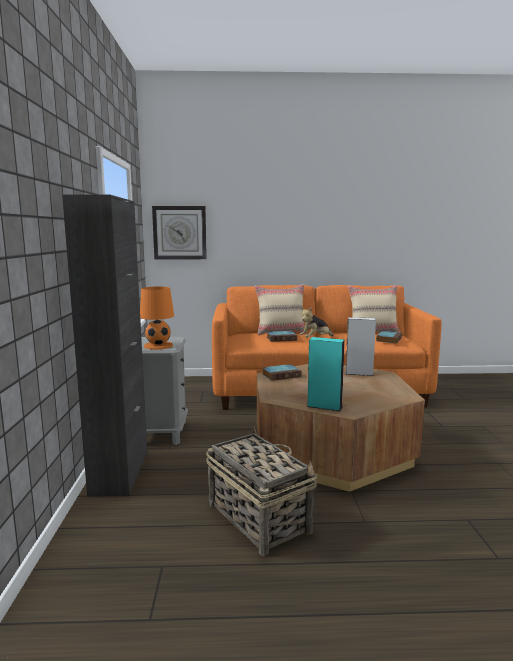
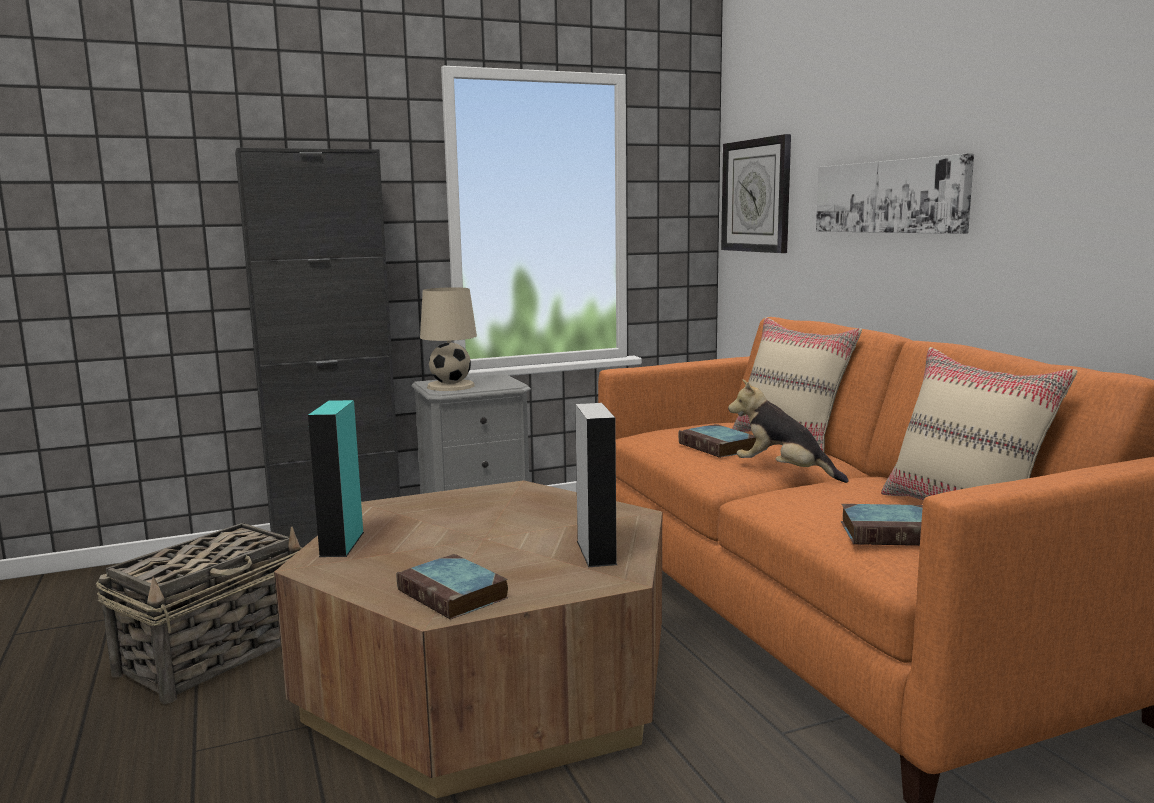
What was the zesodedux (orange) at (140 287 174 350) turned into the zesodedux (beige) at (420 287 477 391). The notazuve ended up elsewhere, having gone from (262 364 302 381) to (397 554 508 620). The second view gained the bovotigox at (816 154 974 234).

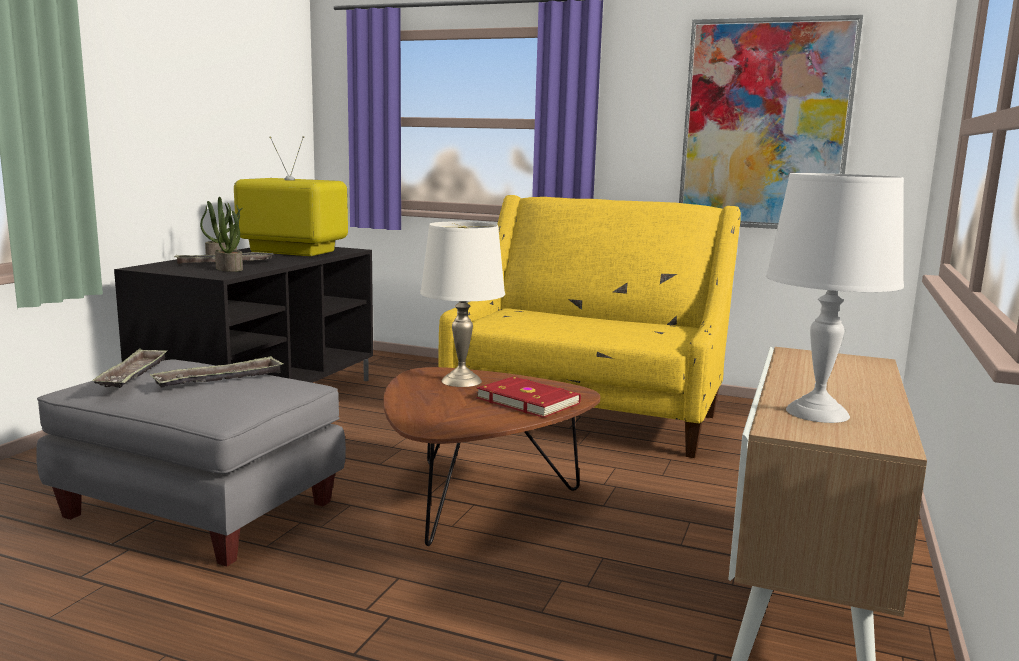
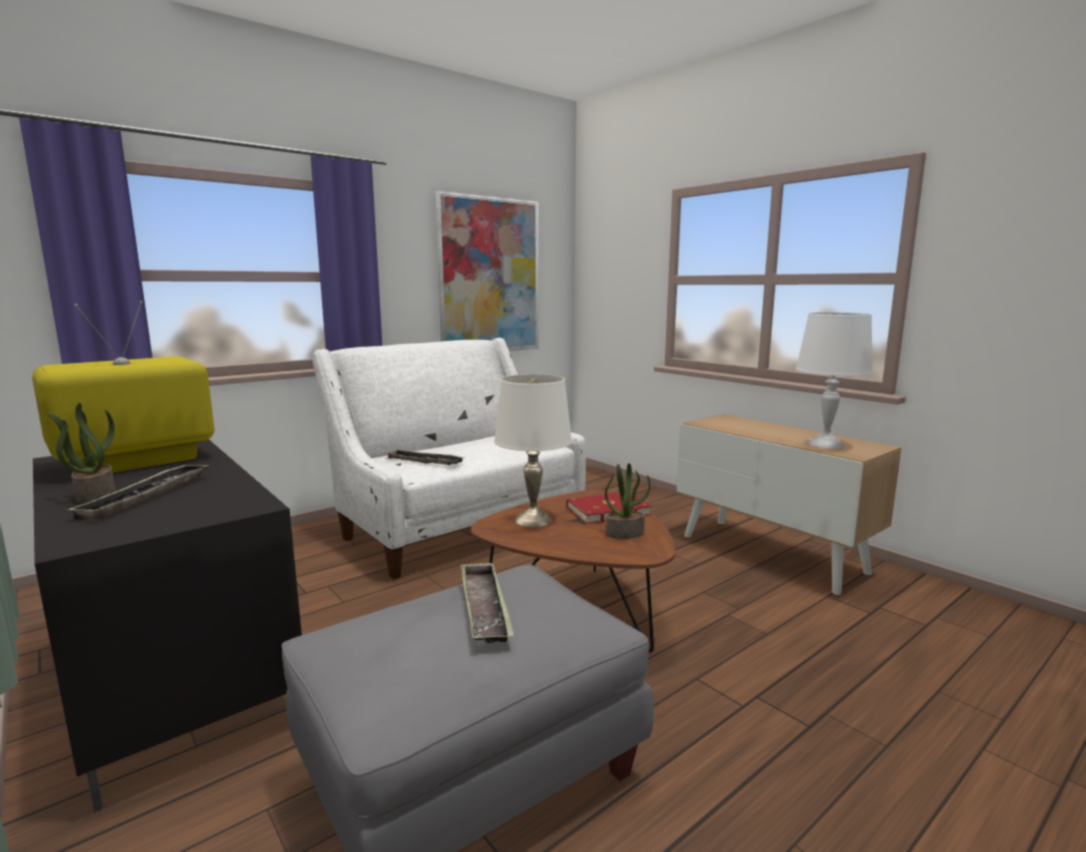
The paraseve ended up elsewhere, having gone from (92 349 168 388) to (385 449 465 465). The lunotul ended up elsewhere, having gone from (215 203 243 272) to (605 463 651 539). What was the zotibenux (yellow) at (439 195 741 458) turned into the zotibenux (white) at (312 338 586 580).

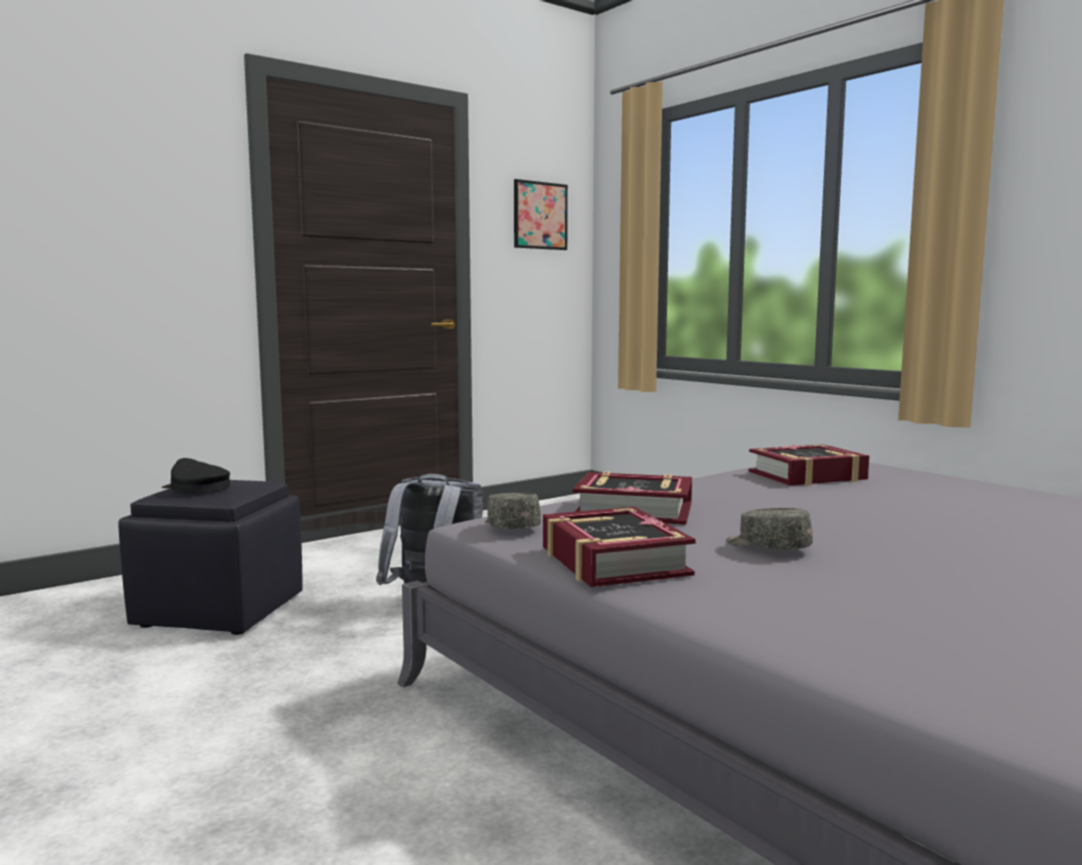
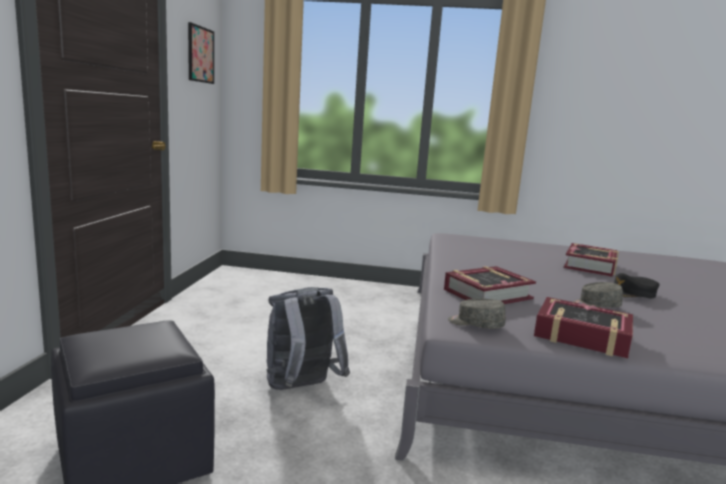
The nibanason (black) ended up elsewhere, having gone from (162 458 230 493) to (614 273 660 299). The notazuve ended up elsewhere, having gone from (748 444 869 486) to (564 243 619 277).

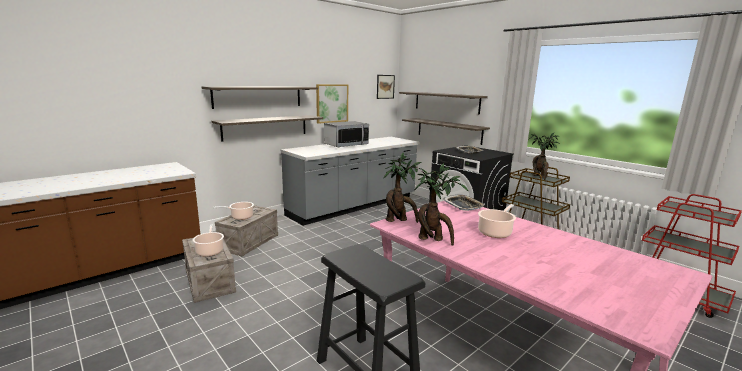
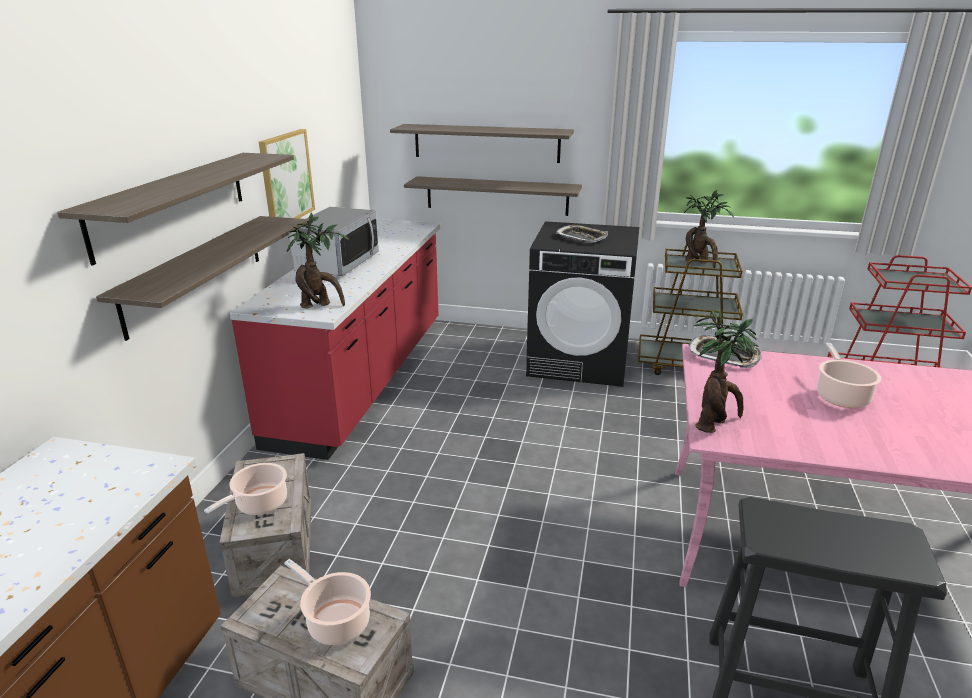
What was the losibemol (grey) at (281 137 420 226) turned into the losibemol (red) at (230 219 441 460). The second view lost the bovotigox at (377 75 395 99). The lunotul ended up elsewhere, having gone from (415 163 469 246) to (287 212 350 308).

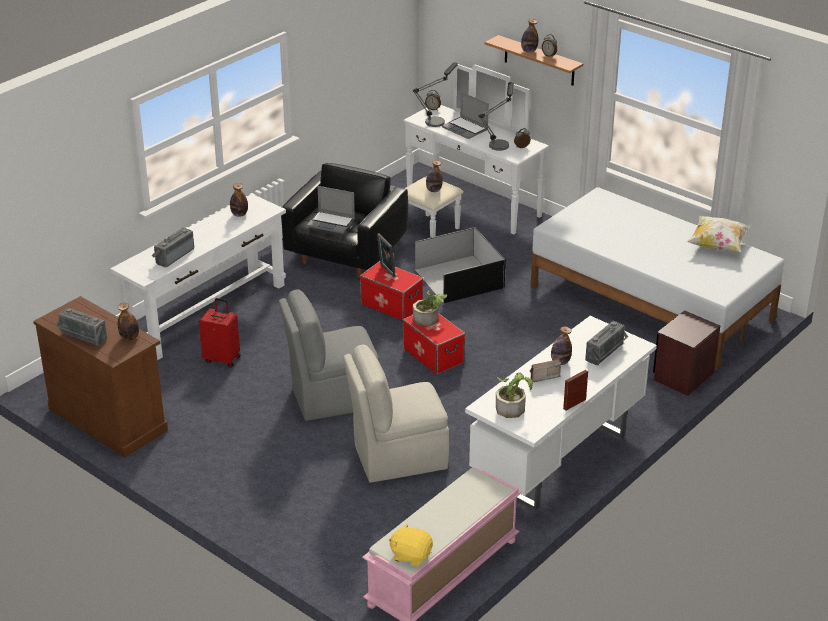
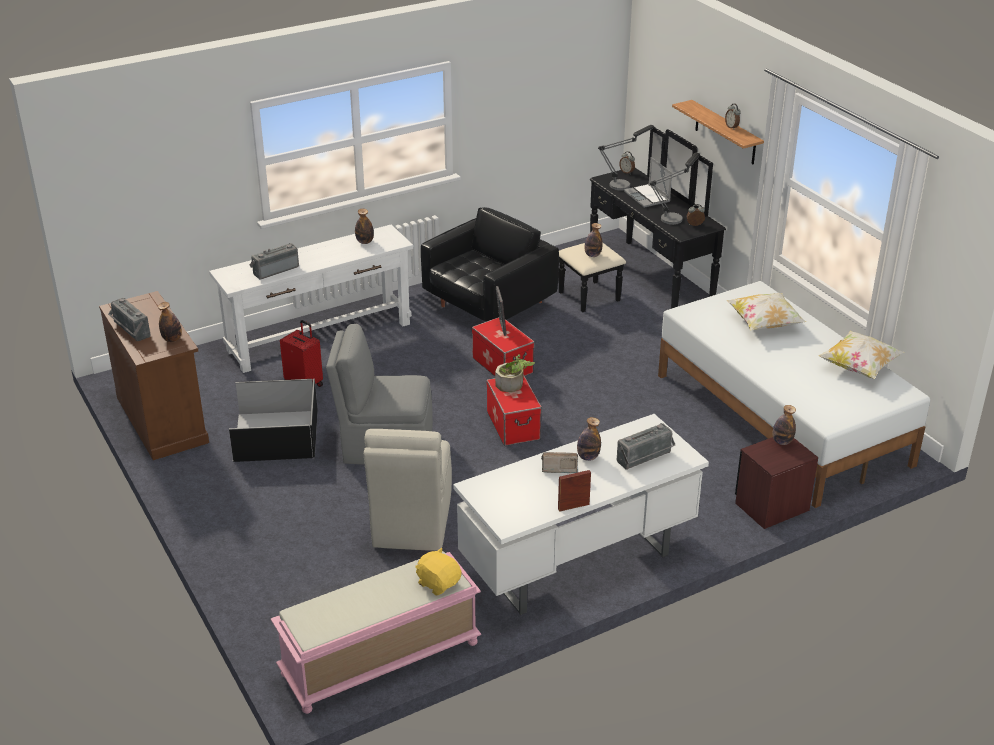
The second view lost the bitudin at (307 186 355 234). The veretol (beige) at (343 344 449 483) ended up facing another way, 90 degrees counterclockwise from before. The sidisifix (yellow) ended up elsewhere, having gone from (389 523 433 567) to (415 548 461 596). What was the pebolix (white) at (404 64 549 238) turned into the pebolix (black) at (558 127 726 312). The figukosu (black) ended up elsewhere, having gone from (415 227 506 303) to (229 379 318 462). The second view lost the lunotul at (496 372 533 418). The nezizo ended up elsewhere, having gone from (521 19 538 53) to (773 405 796 445). The second view gained the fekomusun at (727 293 806 330).

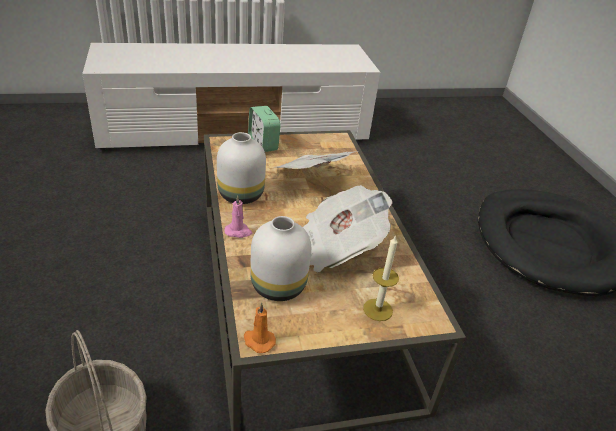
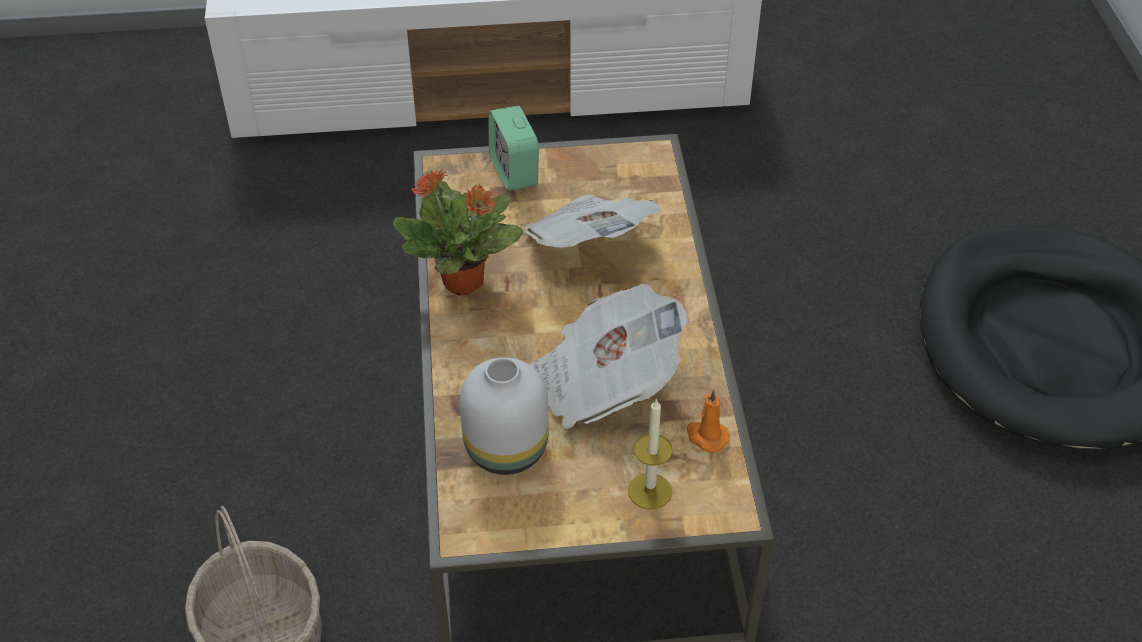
Where the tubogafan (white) stood at (217 132 266 204), the lunotul came to stand at (393 169 523 295). The second view lost the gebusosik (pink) at (224 195 252 238). The gebusosik (orange) ended up elsewhere, having gone from (244 302 276 353) to (687 389 730 452).

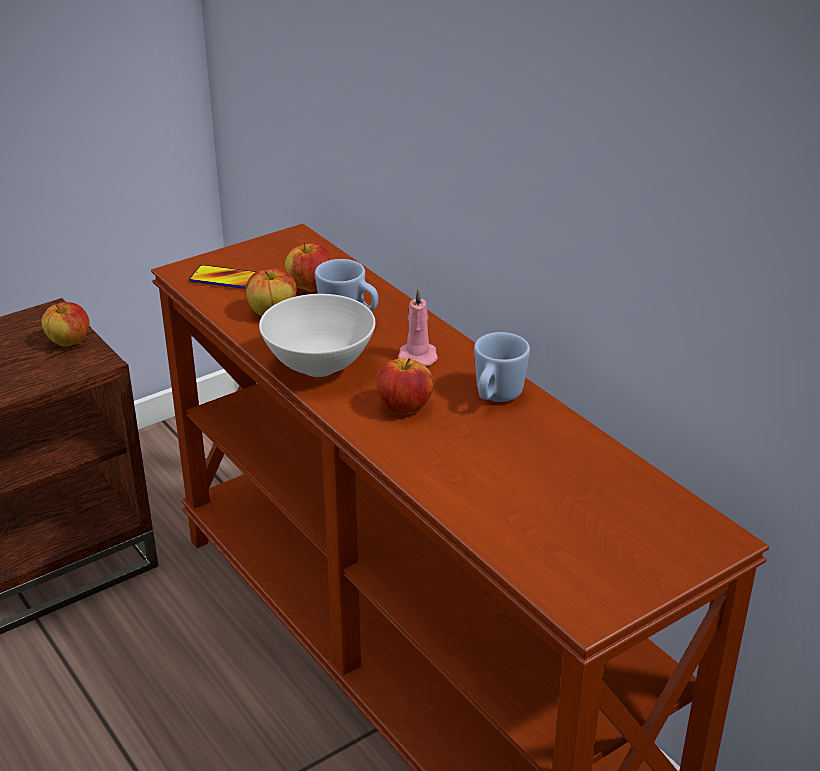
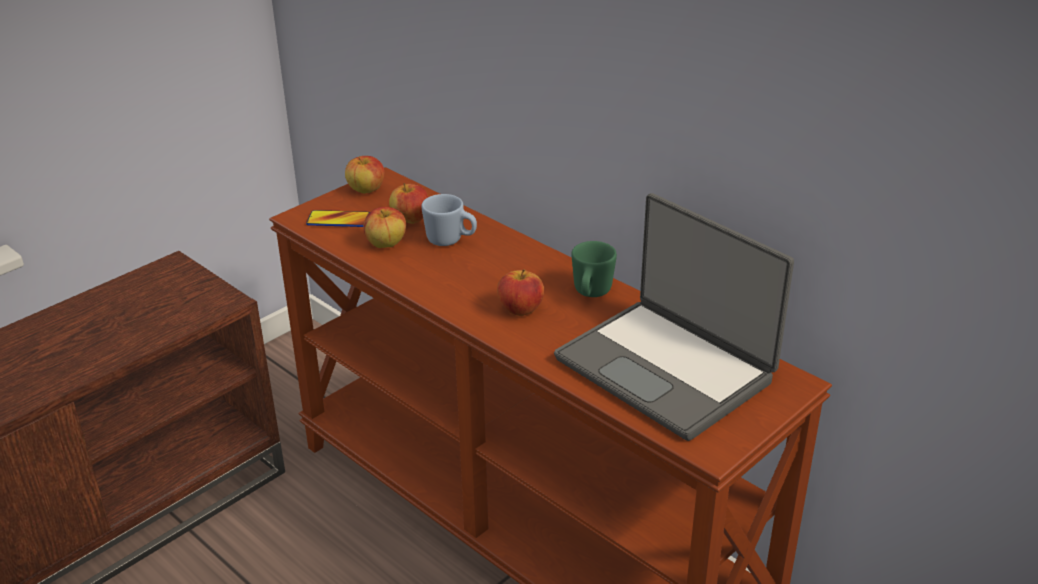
The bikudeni ended up elsewhere, having gone from (41 302 89 347) to (345 156 385 194). The second view lost the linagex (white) at (259 294 375 377). The second view lost the gebusosik (pink) at (398 288 438 366). What was the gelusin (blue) at (474 332 530 402) turned into the gelusin (green) at (571 241 617 297). The second view gained the bitudin at (554 193 794 441).

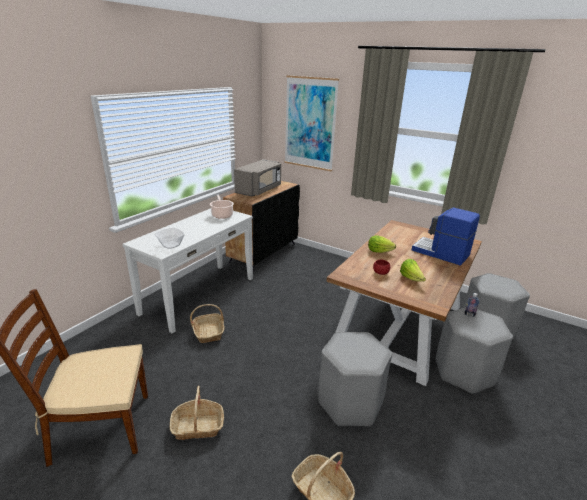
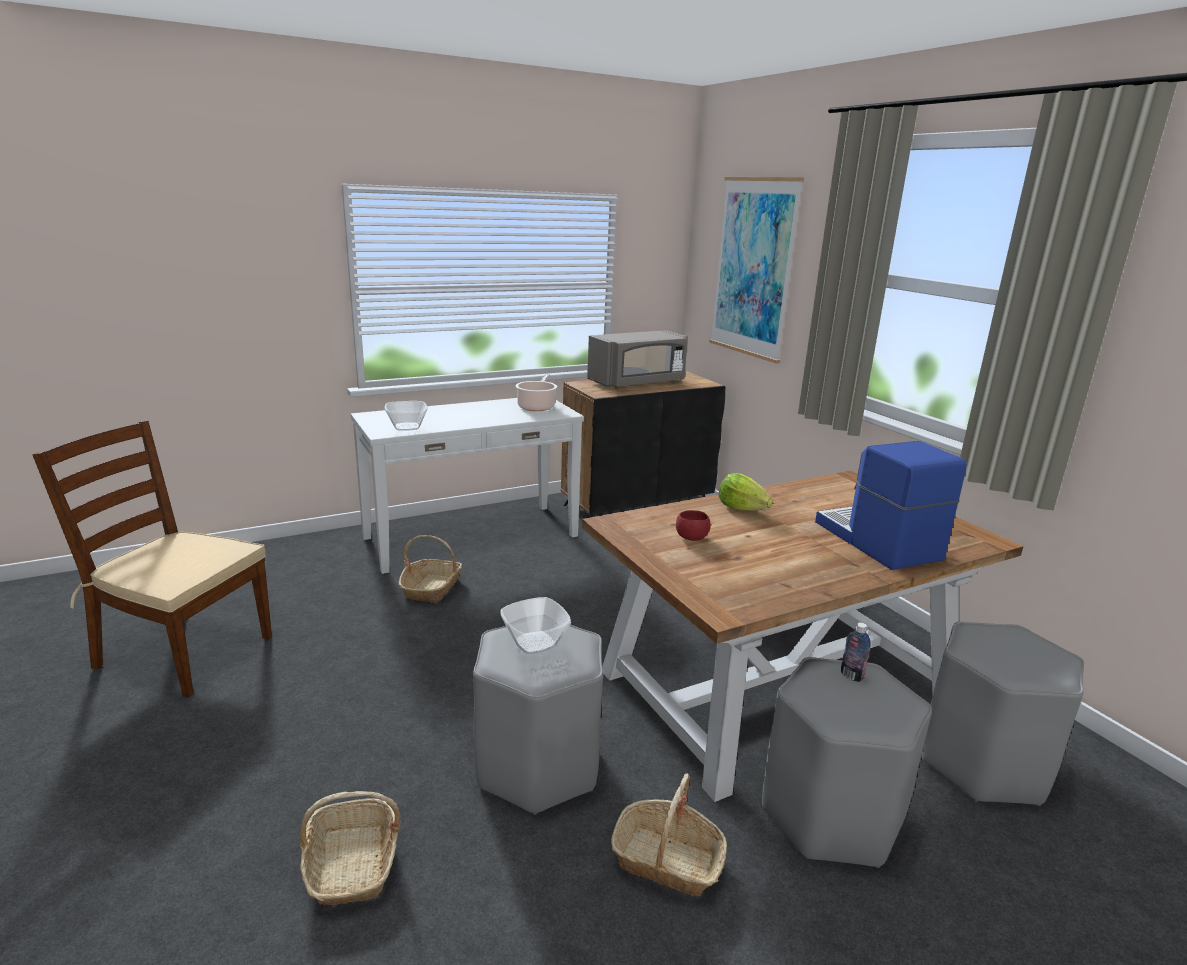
The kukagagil ended up elsewhere, having gone from (170 386 224 440) to (611 774 727 896). The second view lost the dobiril at (400 259 426 282). The second view gained the linagex at (500 597 571 654).

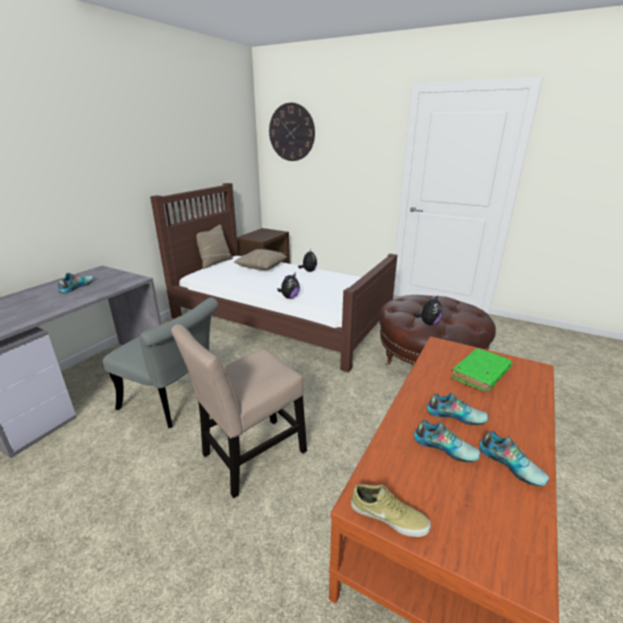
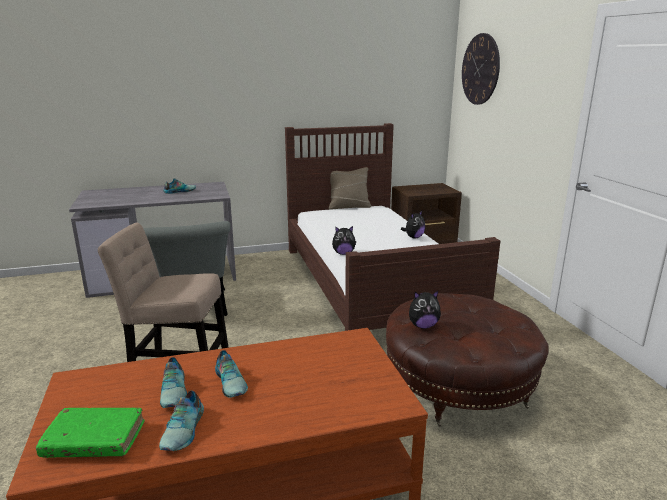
The second view lost the fekomusun (beige) at (233 249 287 270). The second view lost the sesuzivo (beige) at (351 484 431 537). The notazuve (green) ended up elsewhere, having gone from (452 348 512 392) to (36 408 144 458).

